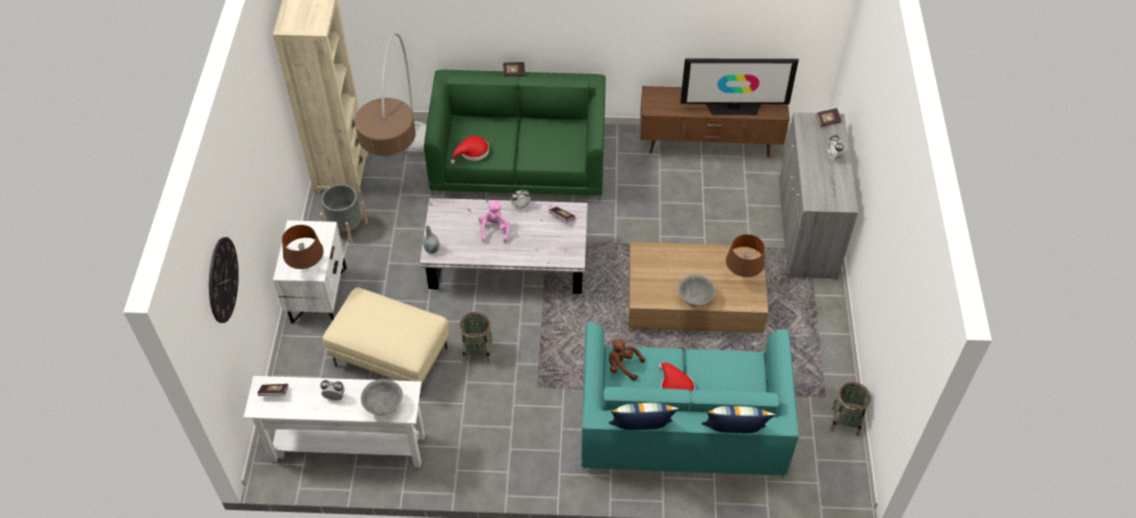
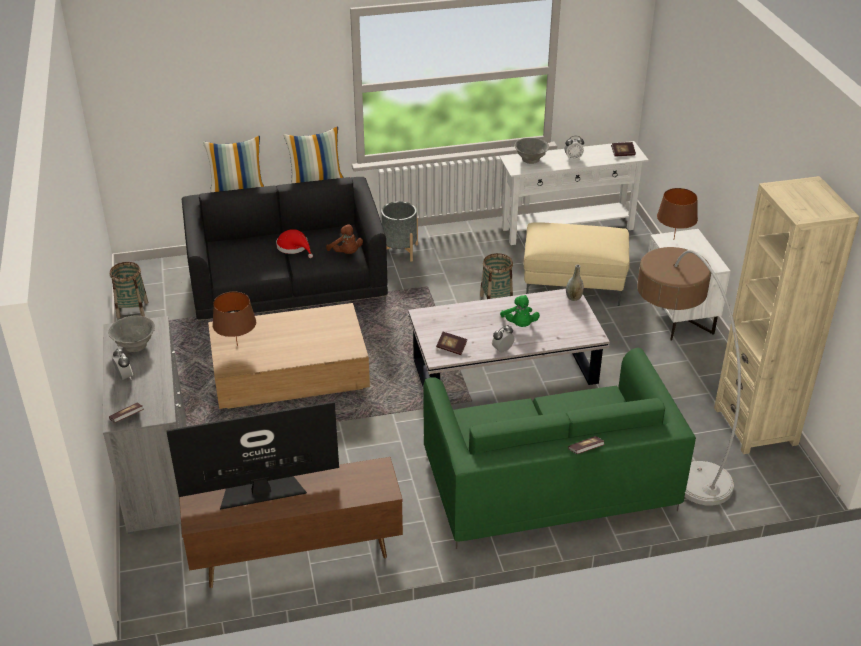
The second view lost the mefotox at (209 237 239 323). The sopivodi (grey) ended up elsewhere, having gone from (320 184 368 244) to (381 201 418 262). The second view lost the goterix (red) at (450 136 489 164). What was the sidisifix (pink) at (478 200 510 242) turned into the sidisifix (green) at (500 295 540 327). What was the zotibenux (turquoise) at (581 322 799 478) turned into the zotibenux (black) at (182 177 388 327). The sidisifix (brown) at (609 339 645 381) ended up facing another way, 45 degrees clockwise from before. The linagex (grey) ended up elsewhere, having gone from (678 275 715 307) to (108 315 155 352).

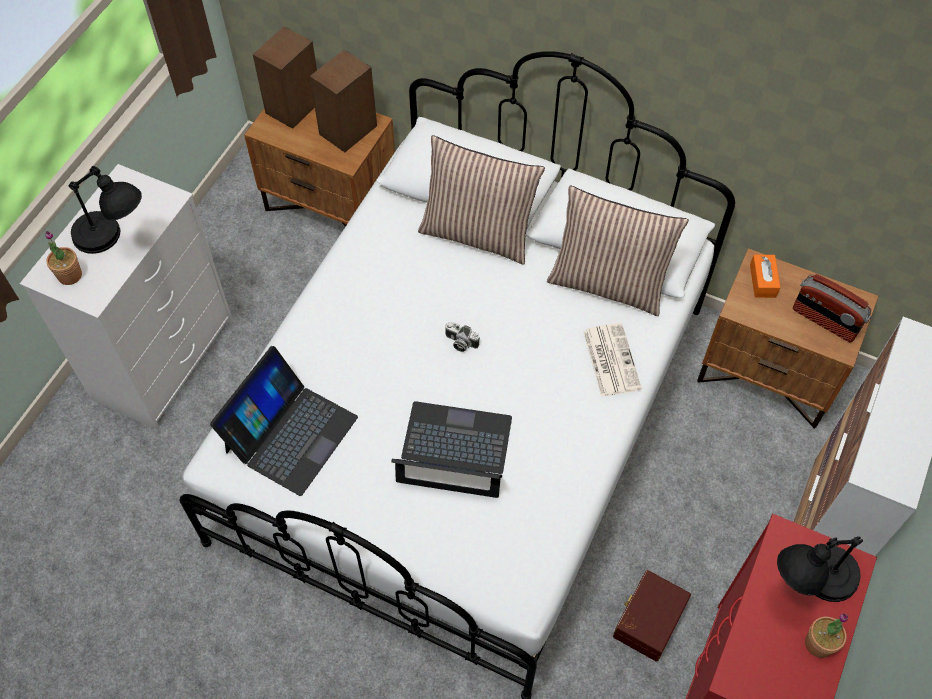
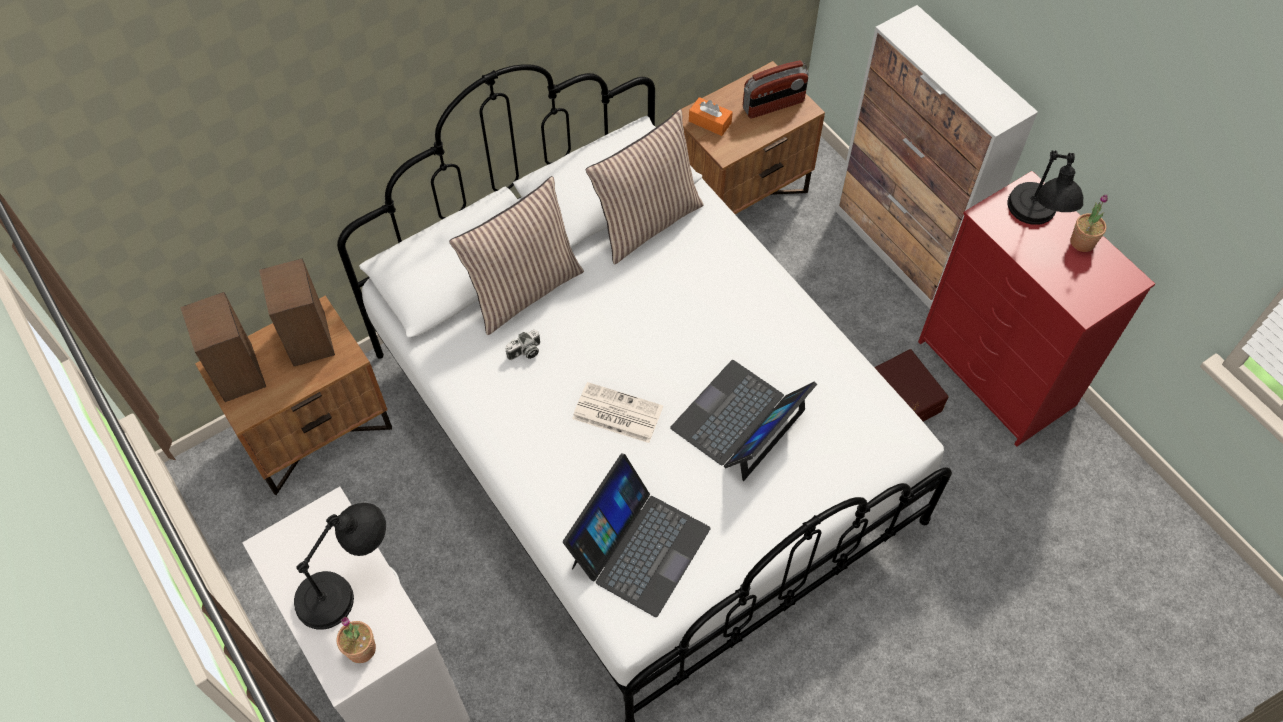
The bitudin at (210 346 358 496) ended up facing another way, 60 degrees clockwise from before. The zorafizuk ended up elsewhere, having gone from (445 322 480 352) to (505 330 540 360). The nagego ended up elsewhere, having gone from (583 323 642 397) to (572 382 663 443).

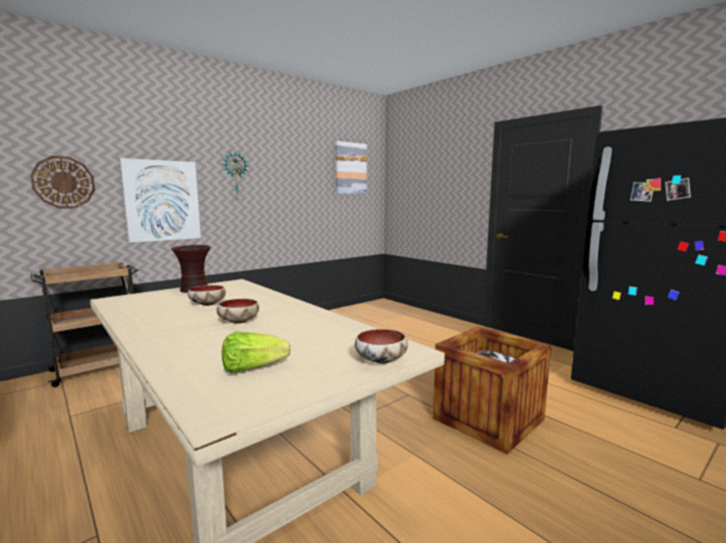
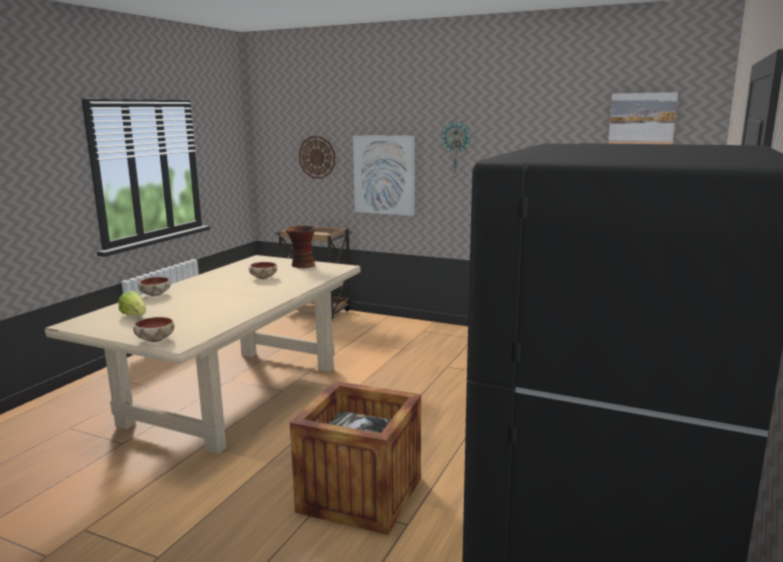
The linagex ended up elsewhere, having gone from (217 299 259 324) to (138 277 171 296).

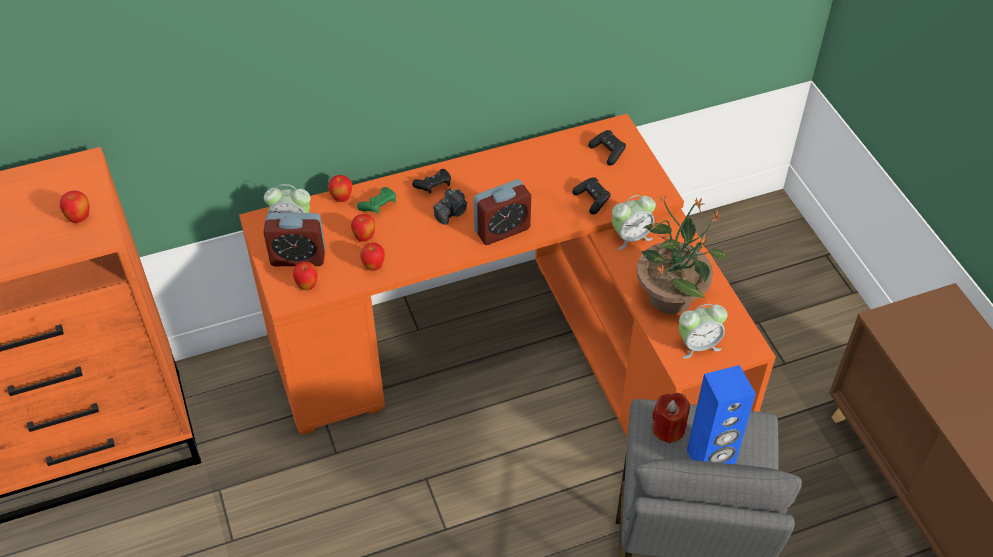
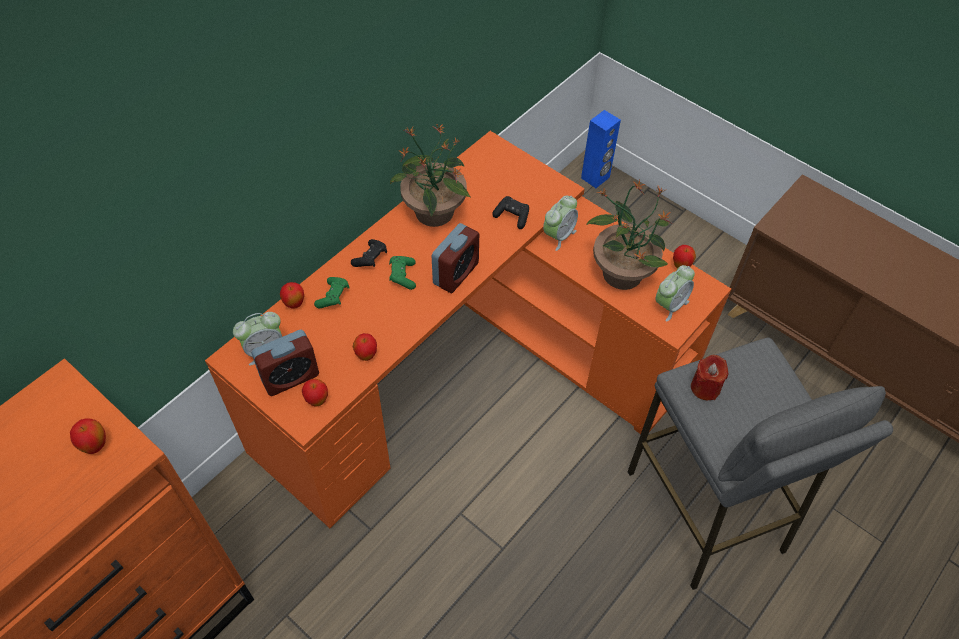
The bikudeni ended up elsewhere, having gone from (351 214 375 242) to (673 245 696 269). Where the zorafizuk stood at (433 189 467 225), the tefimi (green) came to stand at (389 256 416 290). The second view lost the tefimi (black) at (588 130 626 165). The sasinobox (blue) ended up elsewhere, having gone from (687 365 756 464) to (581 110 621 188). The second view gained the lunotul at (390 124 470 227).

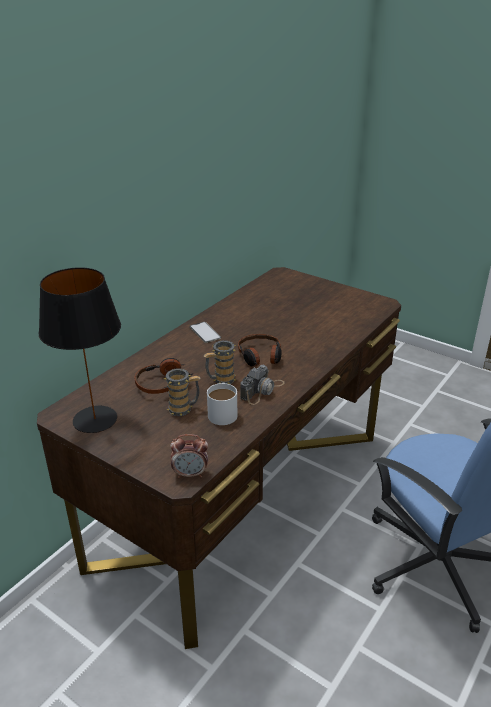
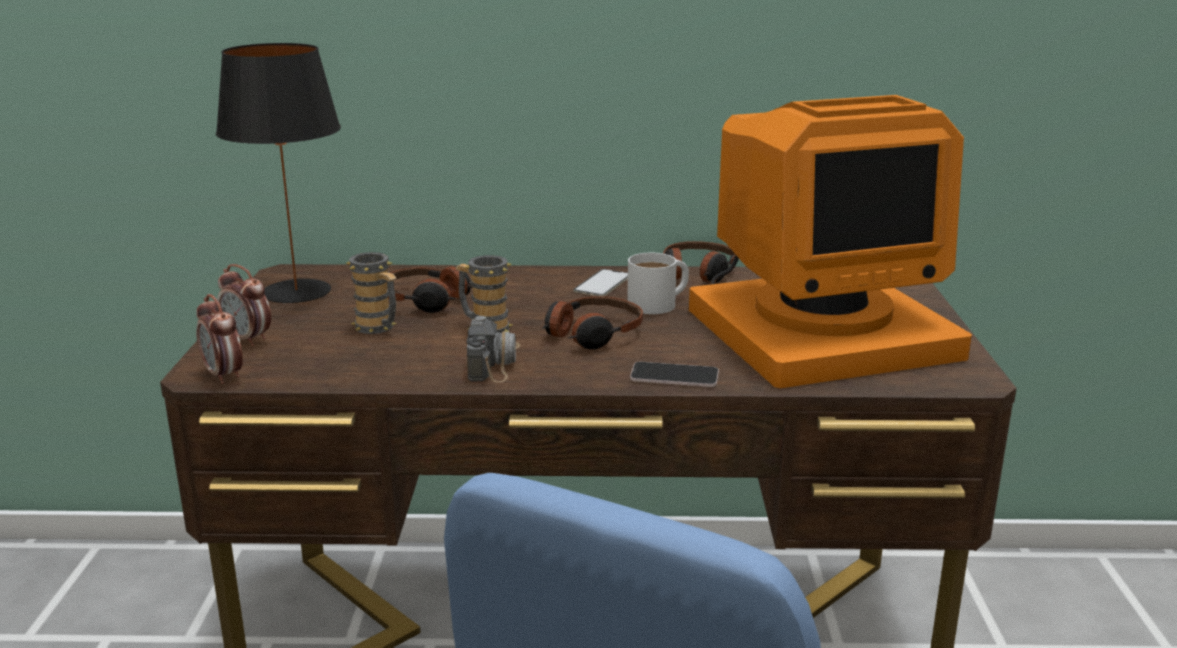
The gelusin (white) ended up elsewhere, having gone from (207 383 237 425) to (627 253 689 314). The zorafizuk at (240 365 285 405) ended up facing another way, 90 degrees counterclockwise from before. The second view gained the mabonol at (217 264 271 346). The second view gained the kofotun at (630 362 719 387). The second view gained the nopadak at (663 241 735 283). The second view gained the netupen at (689 95 972 388).

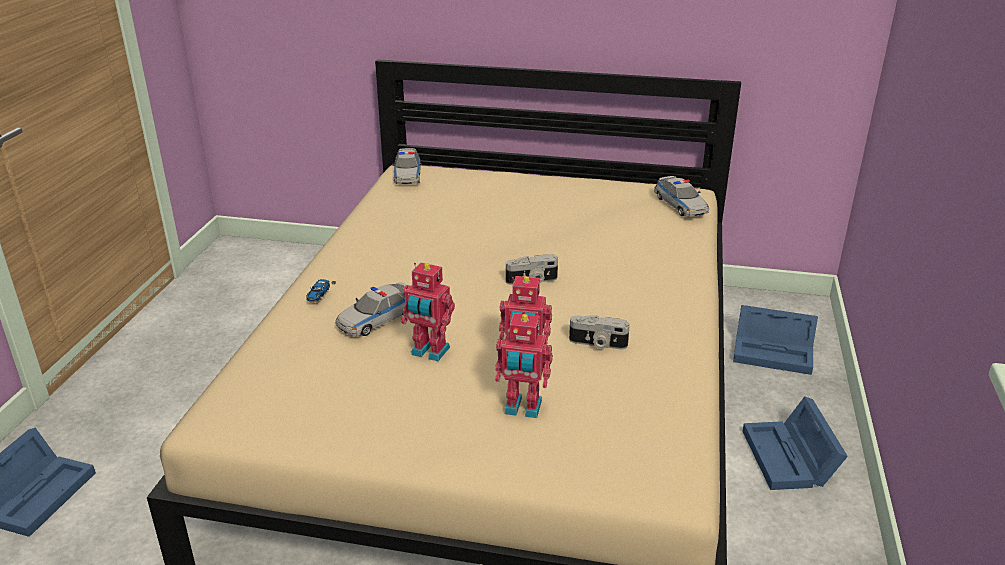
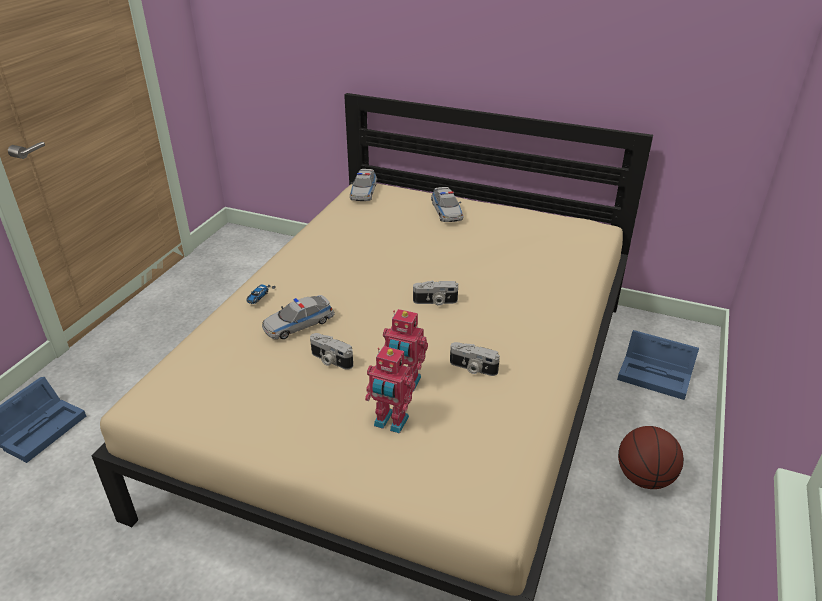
Where the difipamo stood at (401 263 455 361), the zorafizuk came to stand at (310 333 353 370). The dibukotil ended up elsewhere, having gone from (654 176 709 217) to (431 187 463 222). Where the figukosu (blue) stood at (743 396 848 490), the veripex came to stand at (618 426 684 489).

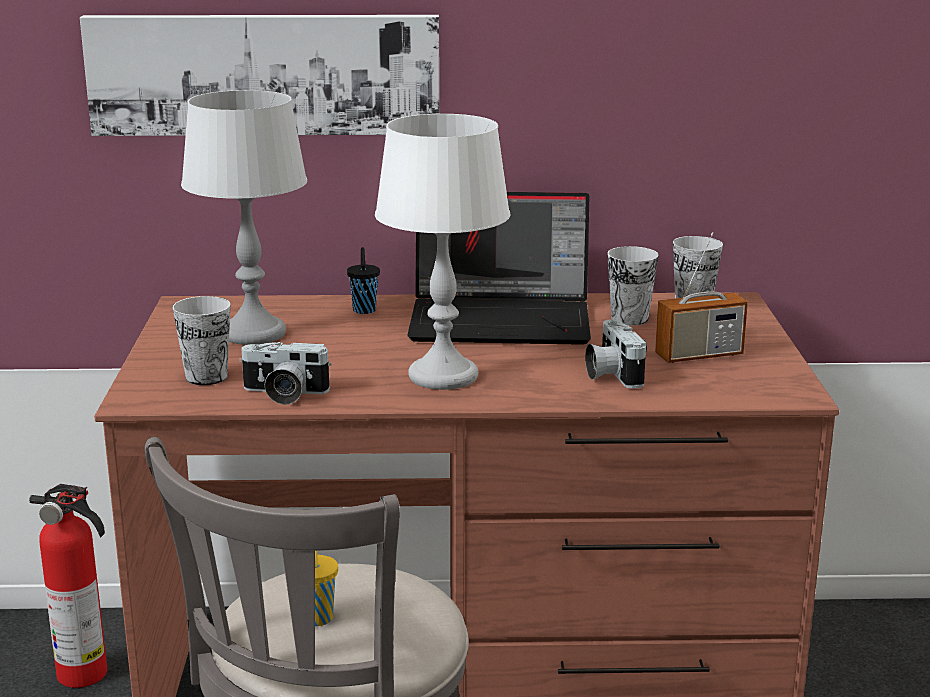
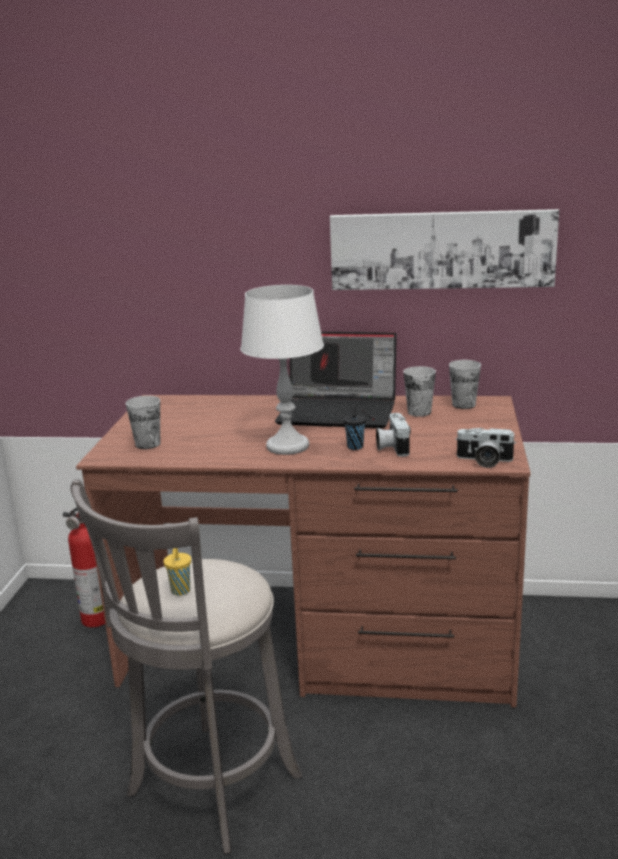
The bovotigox ended up elsewhere, having gone from (80 15 439 136) to (330 209 559 290). The second view lost the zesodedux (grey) at (181 90 307 345). The zorafizuk ended up elsewhere, having gone from (239 342 332 405) to (455 428 516 468). The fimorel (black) ended up elsewhere, having gone from (347 247 380 314) to (343 404 366 450). The second view lost the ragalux at (655 232 748 363).

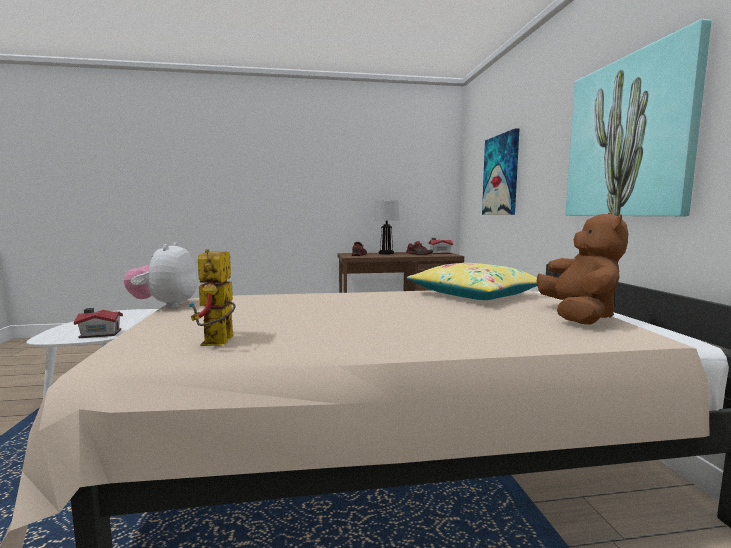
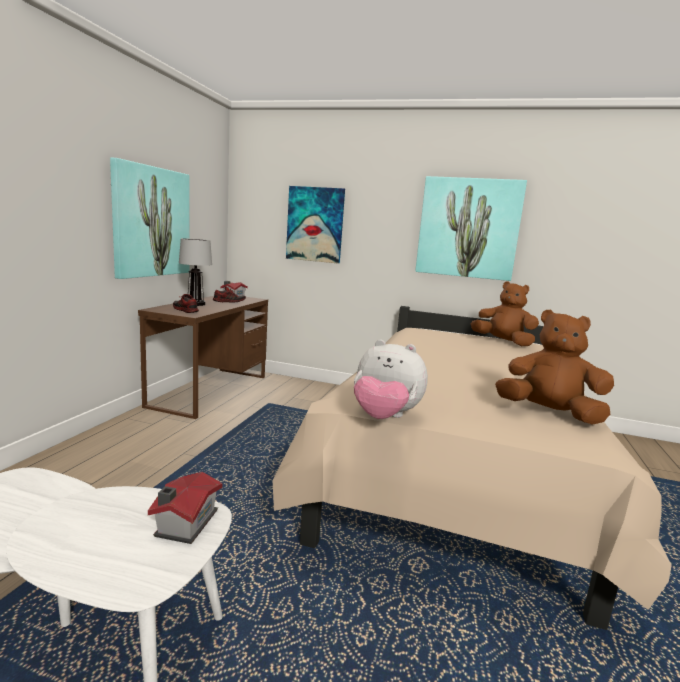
Where the difipamo stood at (189 249 236 346), the sidisifix (brown) came to stand at (495 310 614 425). The second view lost the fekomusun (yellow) at (407 263 537 300). The second view gained the bovotigox at (110 158 190 279).

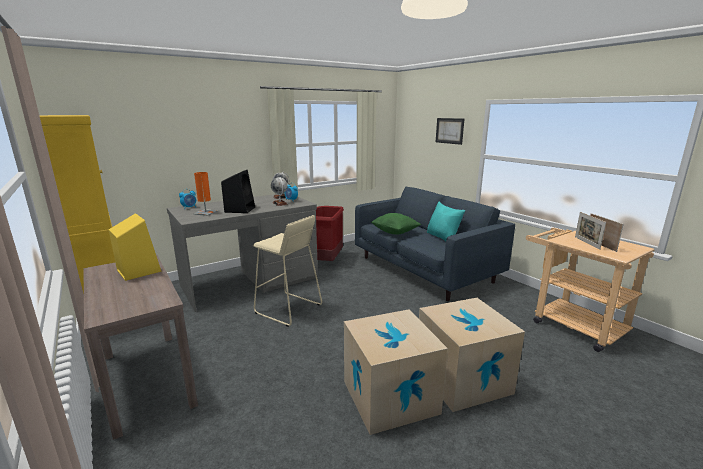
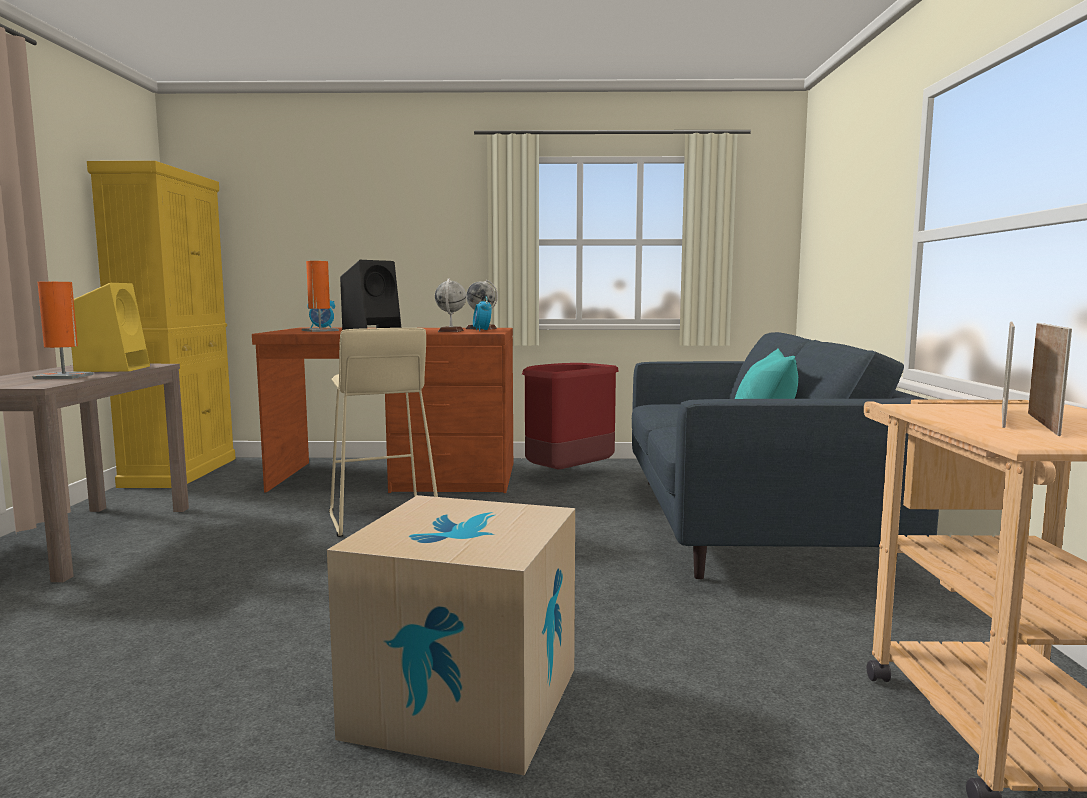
What was the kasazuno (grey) at (167 193 318 312) turned into the kasazuno (brown) at (252 328 513 493). The second view lost the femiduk at (344 309 448 435). The second view lost the fekomusun (green) at (371 213 421 235). The second view lost the bovotigox at (436 118 464 145). The second view gained the zesodedux (orange) at (32 282 94 379).

